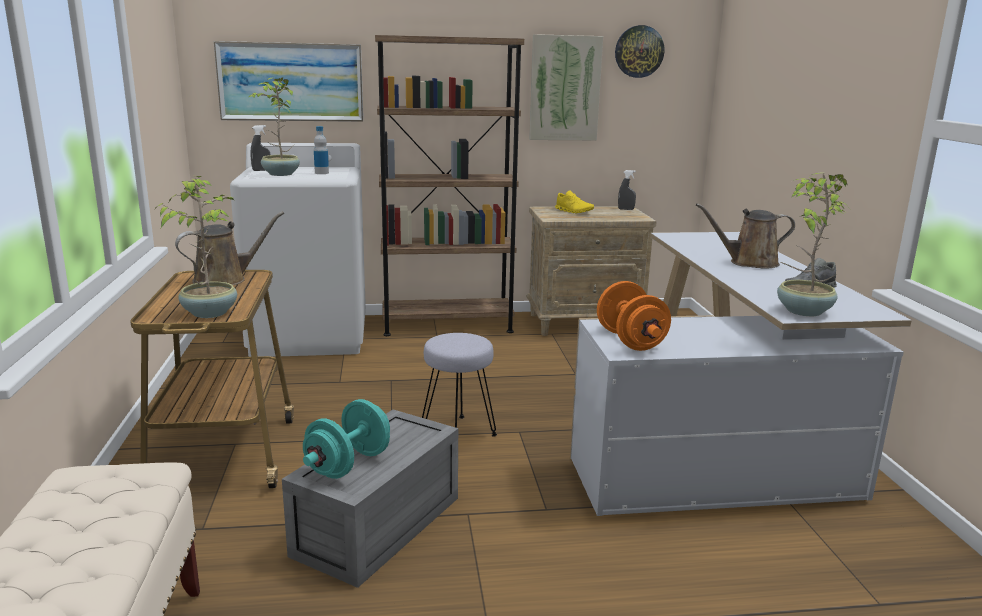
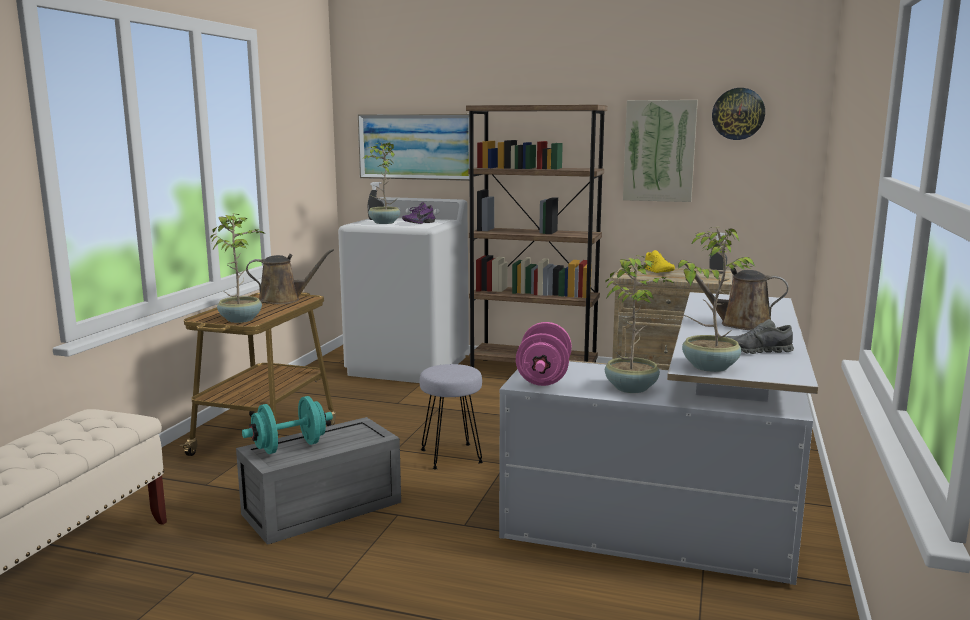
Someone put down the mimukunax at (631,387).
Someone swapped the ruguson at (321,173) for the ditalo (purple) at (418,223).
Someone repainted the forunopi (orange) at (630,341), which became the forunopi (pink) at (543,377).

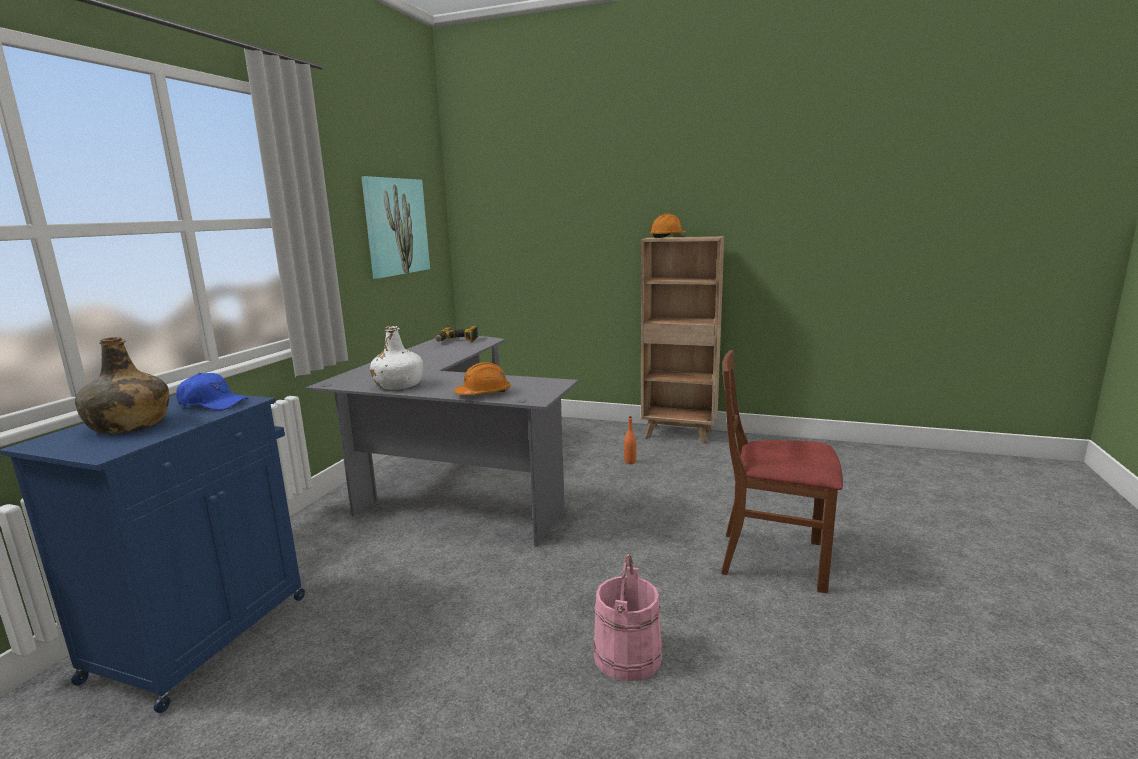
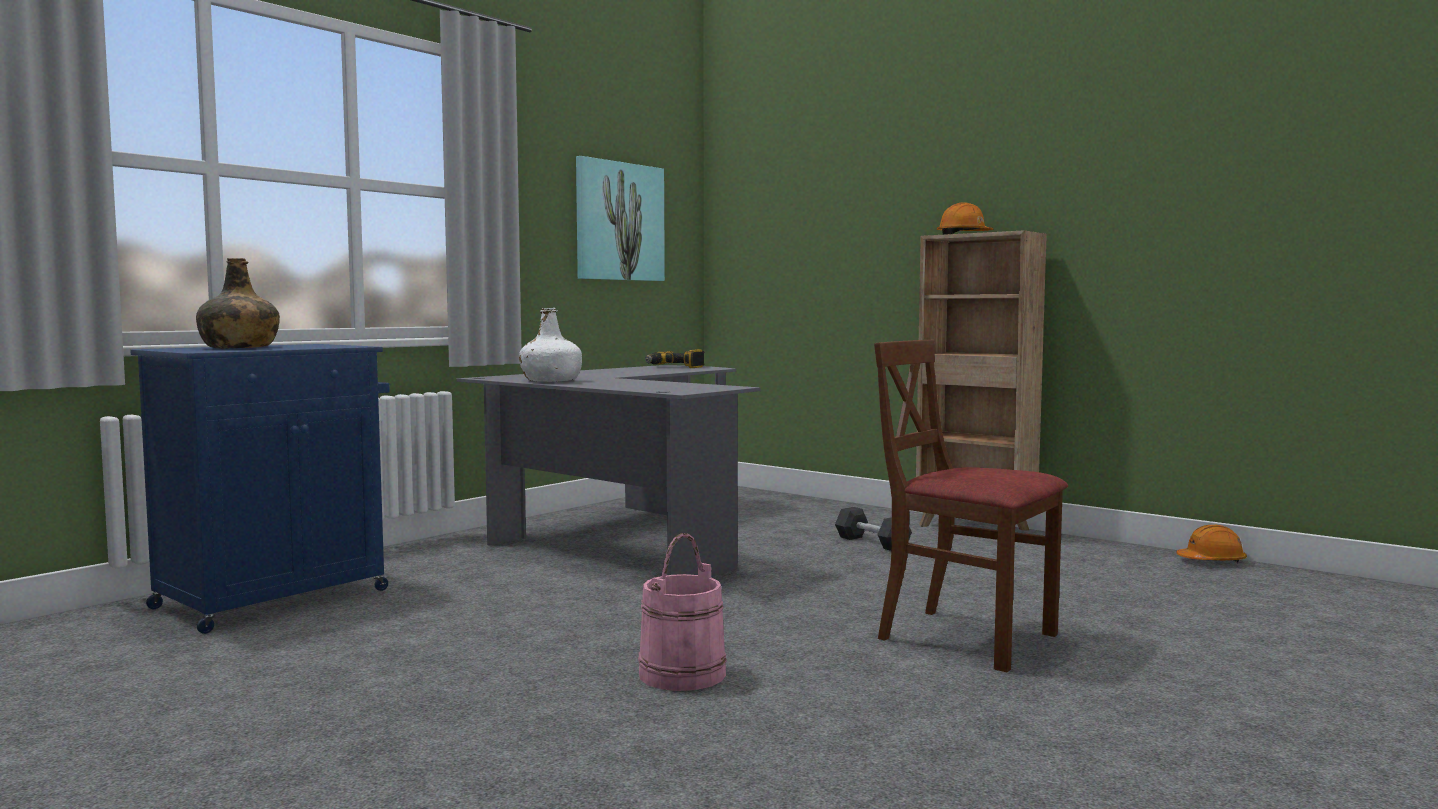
Someone took away the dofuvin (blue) at (213,403).
Someone carried the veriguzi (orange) from (484,393) to (1211,561).
Someone swapped the ruguson (orange) at (630,461) for the forunopi (grey) at (872,543).

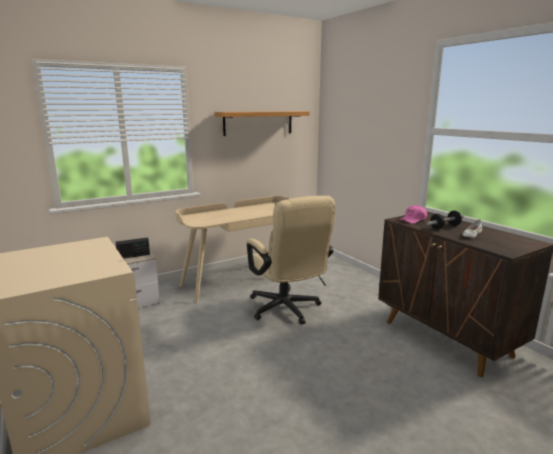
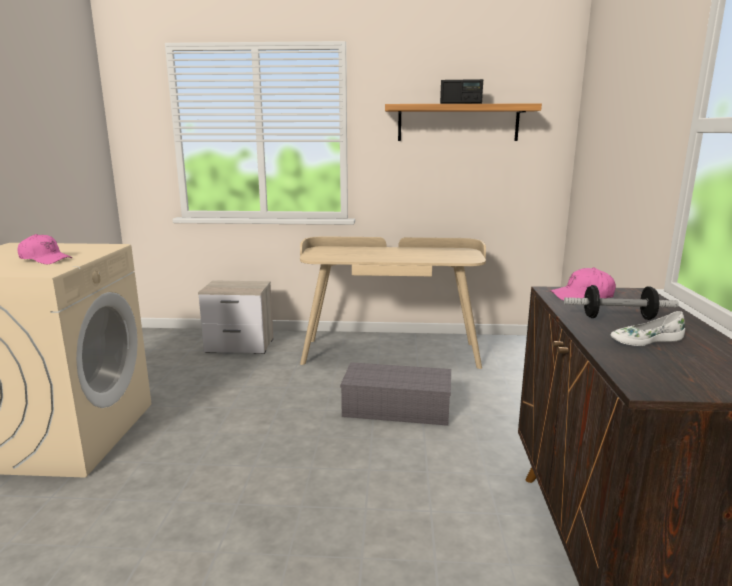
Someone put down the dofuvin (pink) at (45,259).
Someone carried the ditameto from (133,256) to (460,103).
Someone swapped the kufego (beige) at (287,310) for the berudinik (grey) at (395,408).

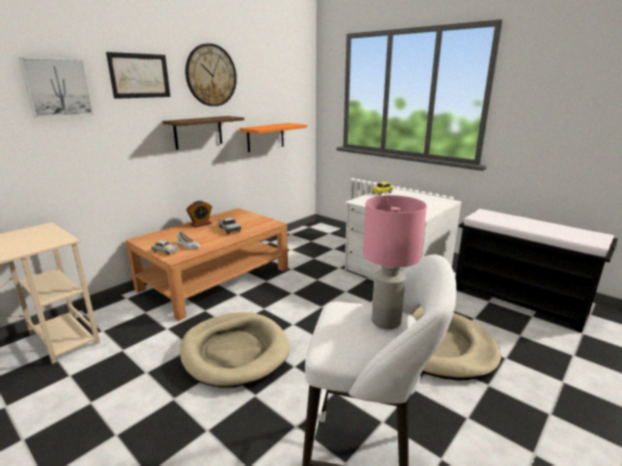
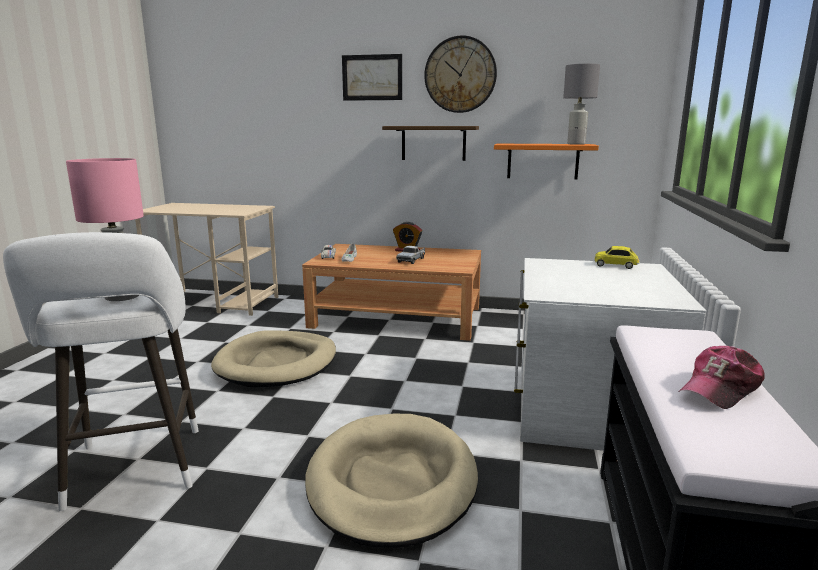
Someone took away the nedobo at (57,88).
Someone put down the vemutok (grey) at (576,144).
Someone put down the dofuvin at (720,389).

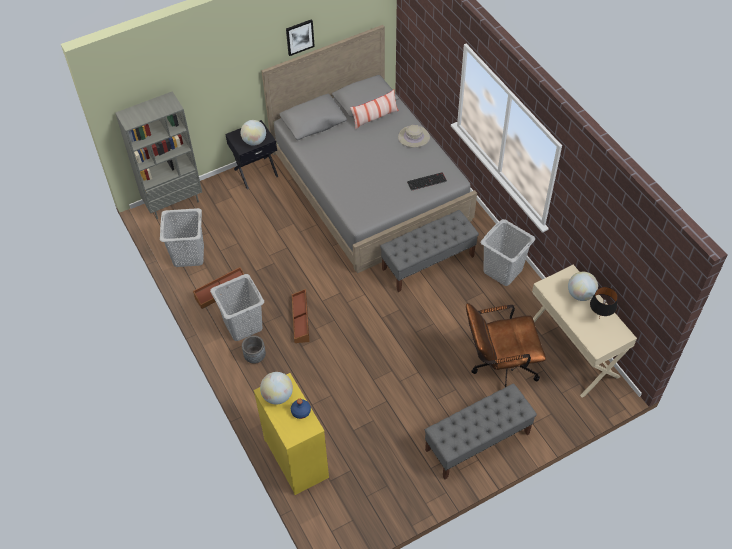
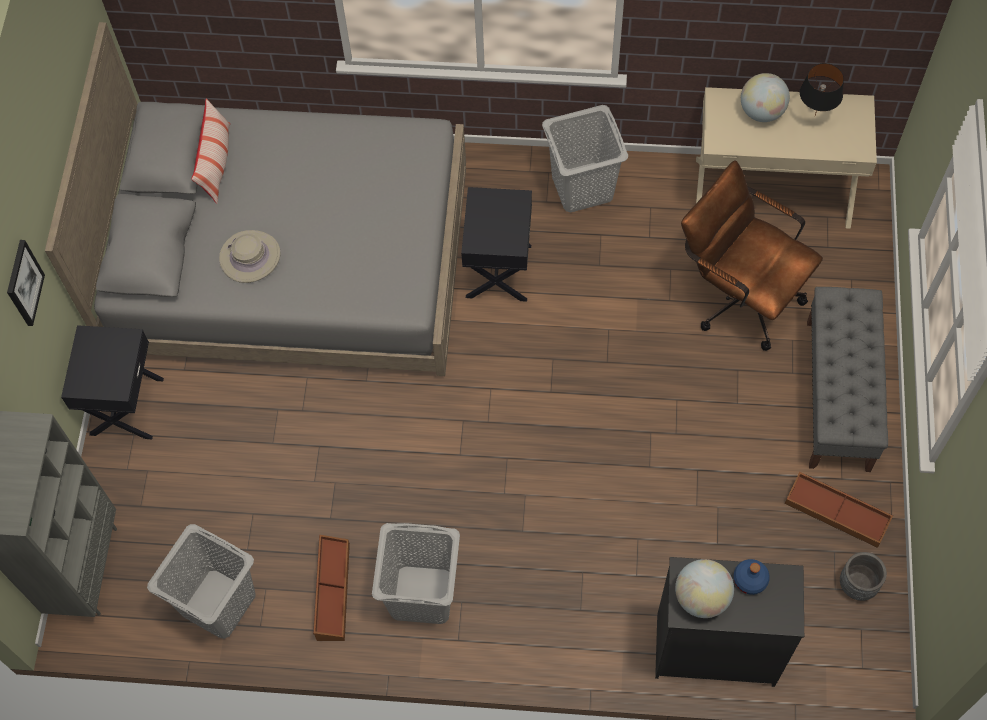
Someone took away the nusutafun at (254,141).
Someone took away the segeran at (427,181).
Someone carried the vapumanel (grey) from (255,357) to (857,584).
Someone carried the nedobo from (299,37) to (24,283).
Someone carried the berudinik (brown) from (301,319) to (836,513).
Someone carried the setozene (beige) from (414,137) to (250,257).
Someone swapped the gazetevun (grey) at (428,262) for the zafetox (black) at (497,271).
Someone repainted the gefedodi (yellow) at (296,458), which became the gefedodi (black) at (715,649).
Someone rotated the kufego (brown) at (499,367) by 105 degrees clockwise.

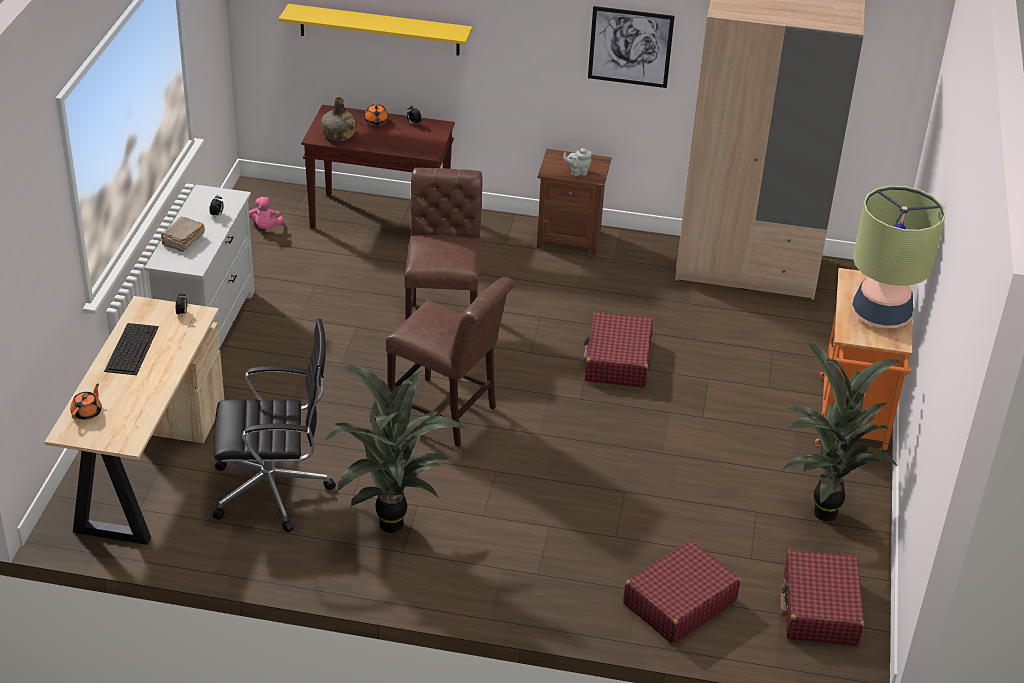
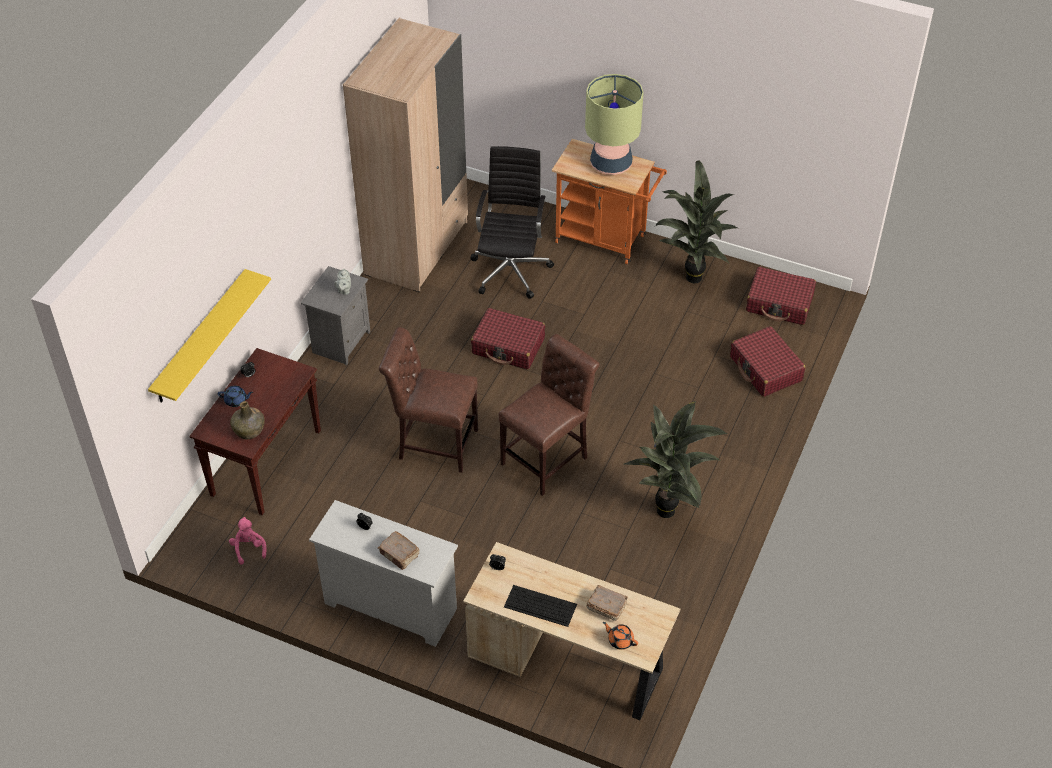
Someone took away the nedobo at (630,47).
Someone put down the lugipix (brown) at (606,606).
Someone carried the kufego (black) from (274,490) to (511,269).
Someone repainted the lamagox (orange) at (376,122), which became the lamagox (blue) at (236,401).
Someone repainted the zafetox (brown) at (569,238), which became the zafetox (grey) at (340,342).
Someone rotated the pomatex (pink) at (266,227) by 120 degrees counterclockwise.

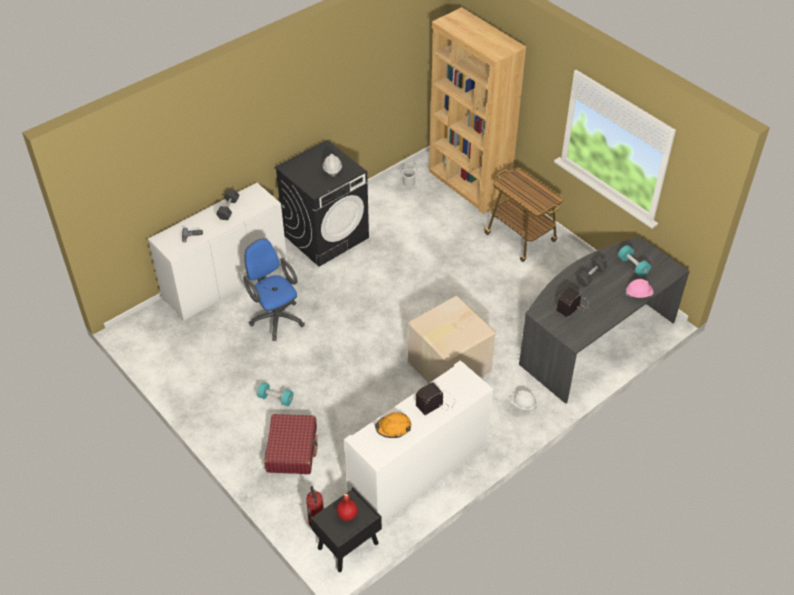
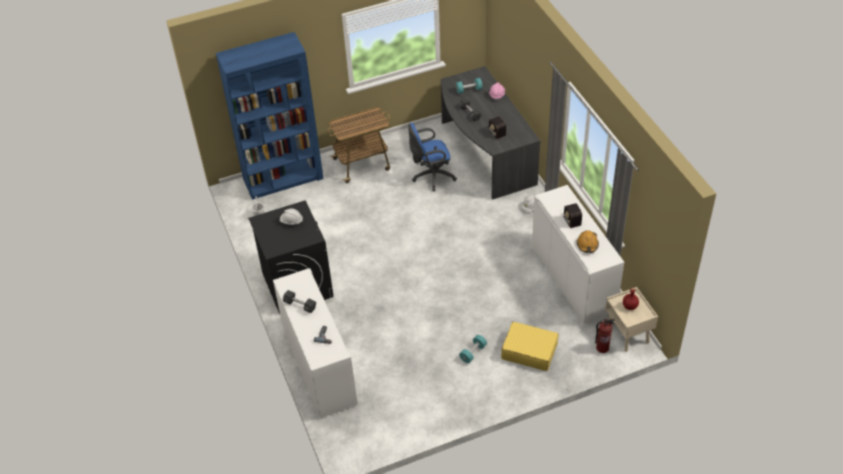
Someone took away the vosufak at (448,366).
Someone carried the kufego (blue) from (275,317) to (431,176).
Someone repainted the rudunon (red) at (292,449), which became the rudunon (yellow) at (529,351).
Someone repainted the zafetox (black) at (347,546), which became the zafetox (beige) at (628,333).
Someone repainted the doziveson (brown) at (468,185), which became the doziveson (blue) at (283,179).

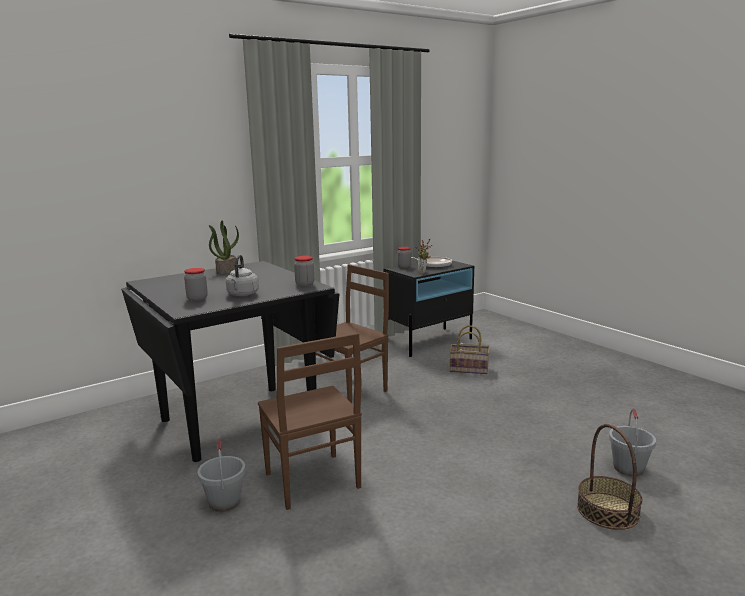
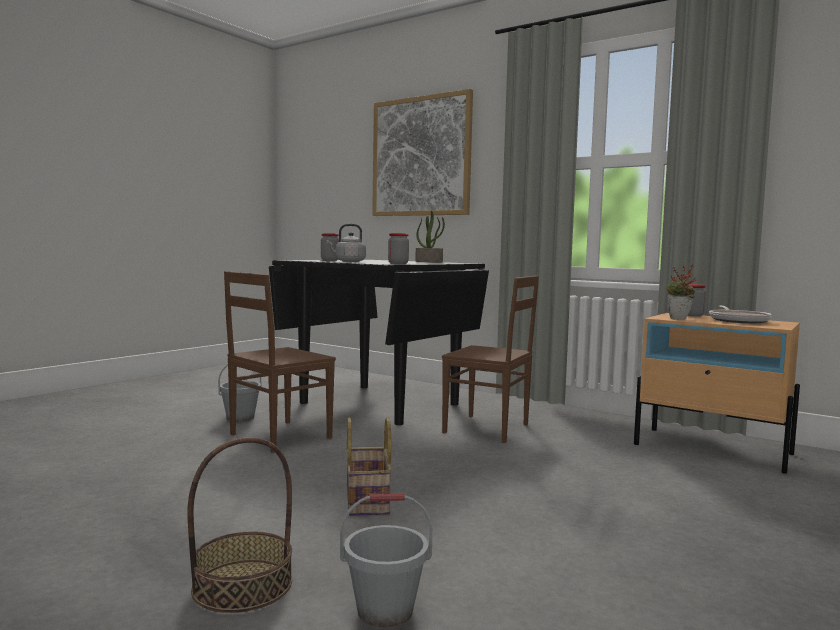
Someone put up the nedobo at (421,157).
Someone carried the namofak from (470,369) to (368,501).
Someone repainted the zafetox (black) at (429,341), which became the zafetox (beige) at (713,449).

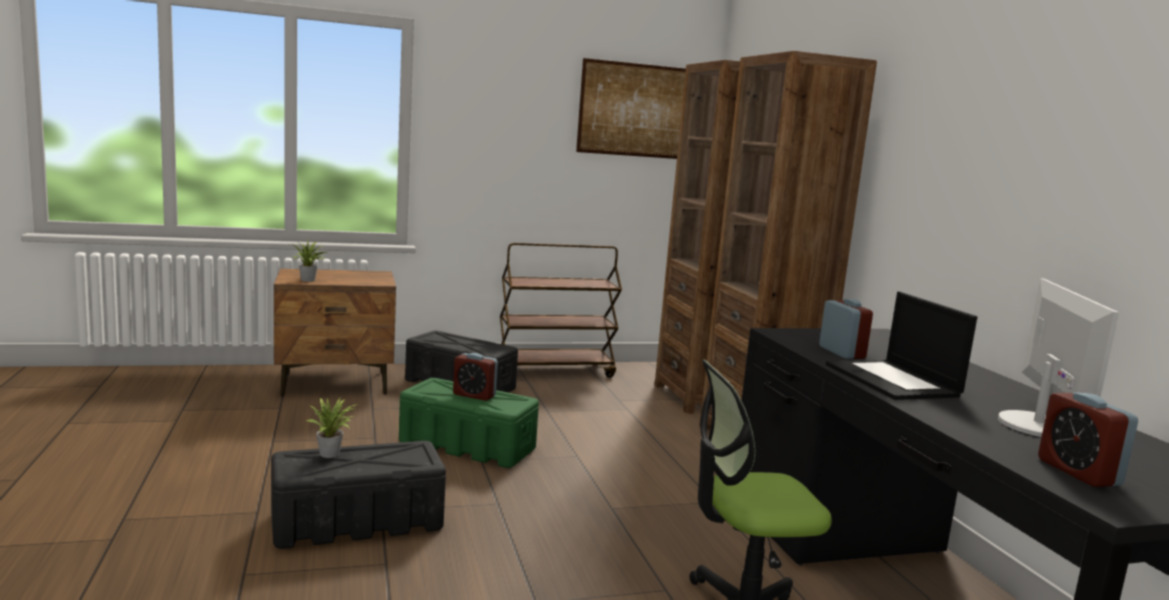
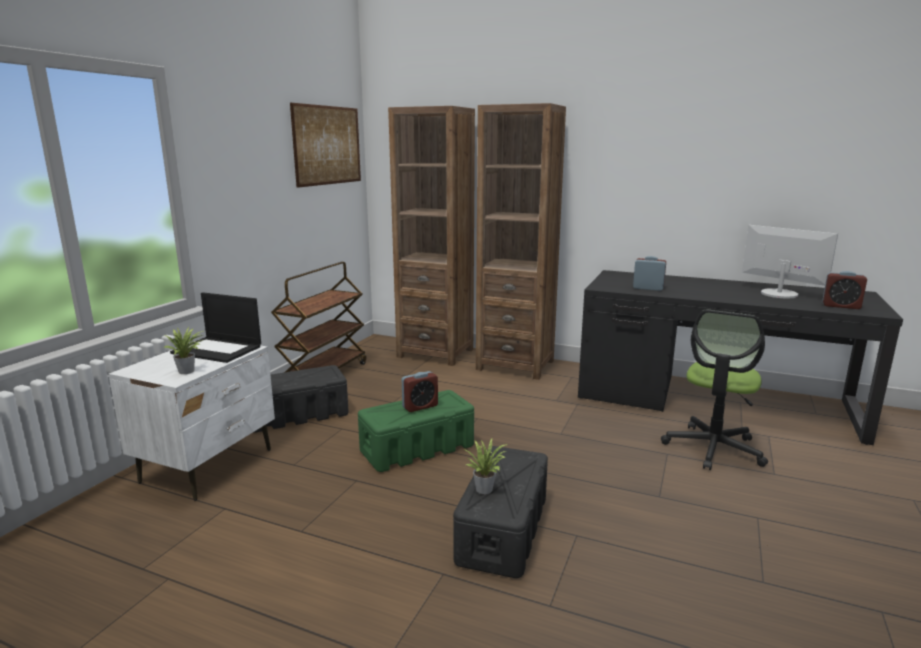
Someone carried the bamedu from (893,381) to (218,350).
Someone repainted the zafetox (brown) at (336,384), which became the zafetox (white) at (209,465).

